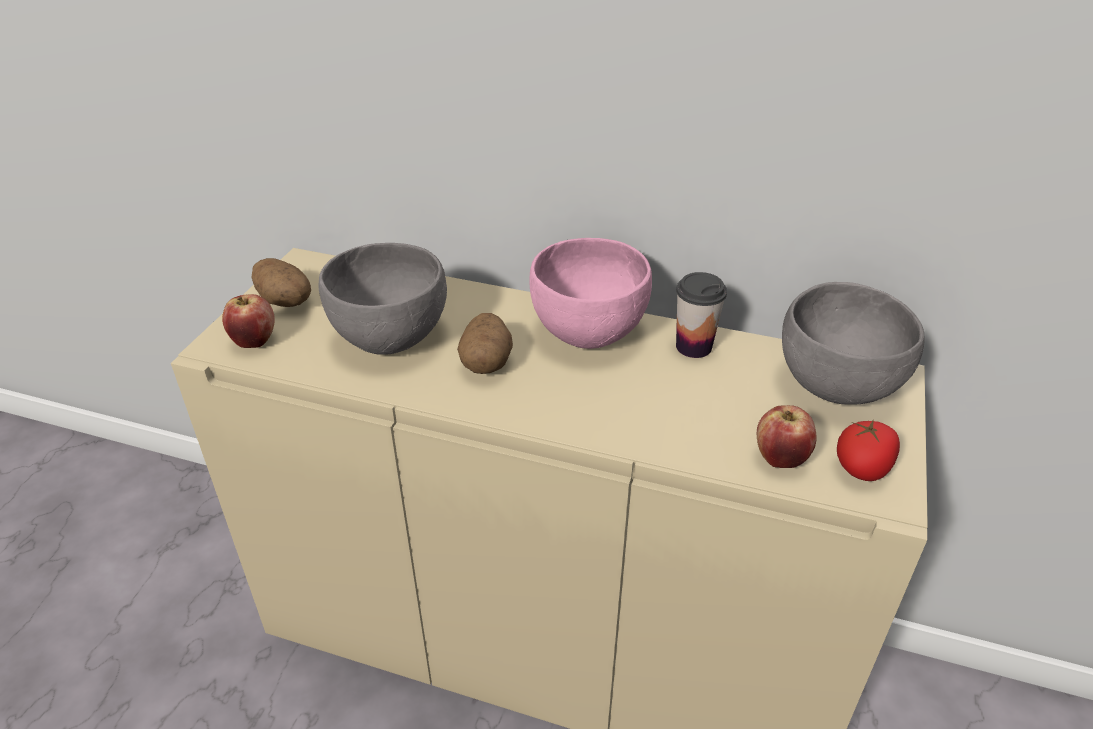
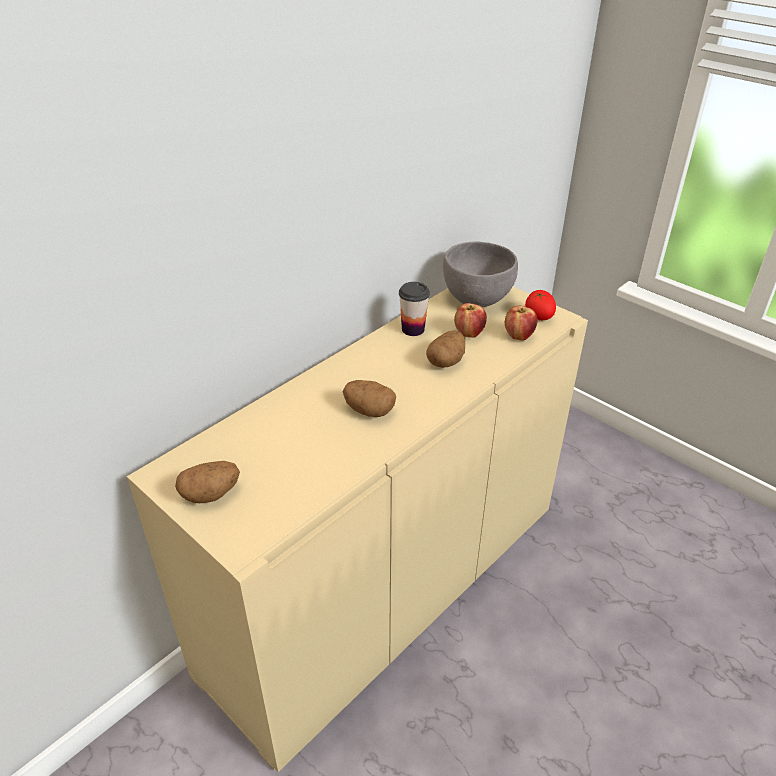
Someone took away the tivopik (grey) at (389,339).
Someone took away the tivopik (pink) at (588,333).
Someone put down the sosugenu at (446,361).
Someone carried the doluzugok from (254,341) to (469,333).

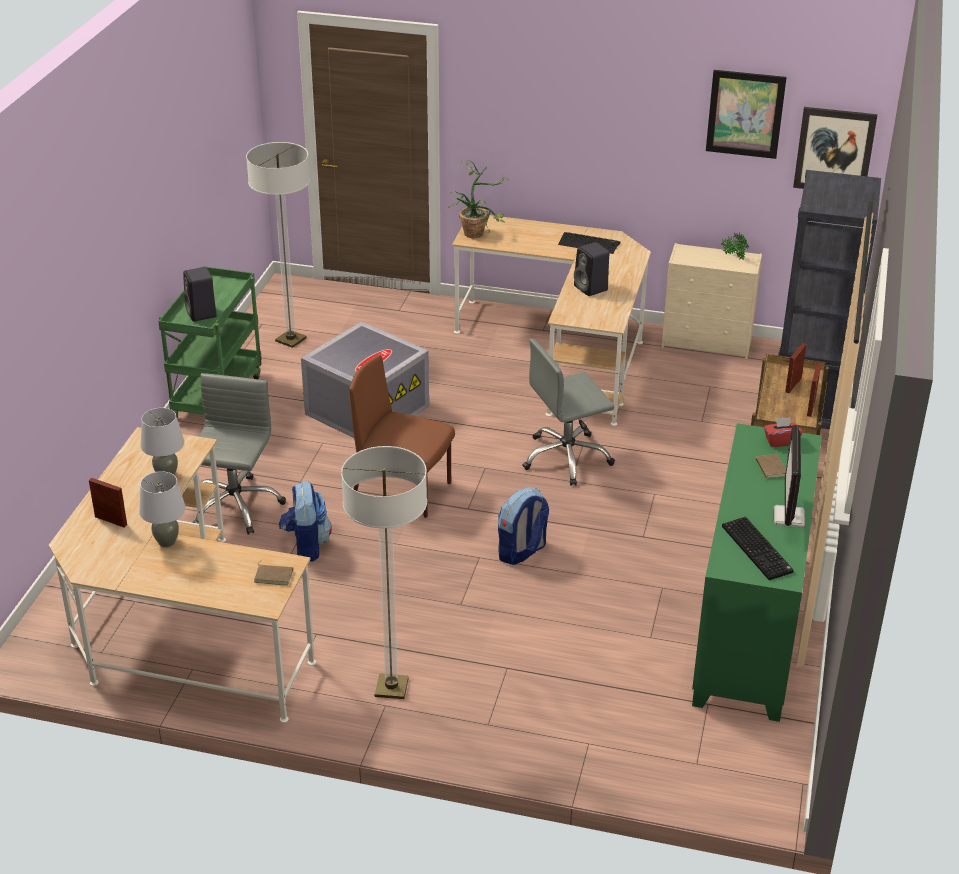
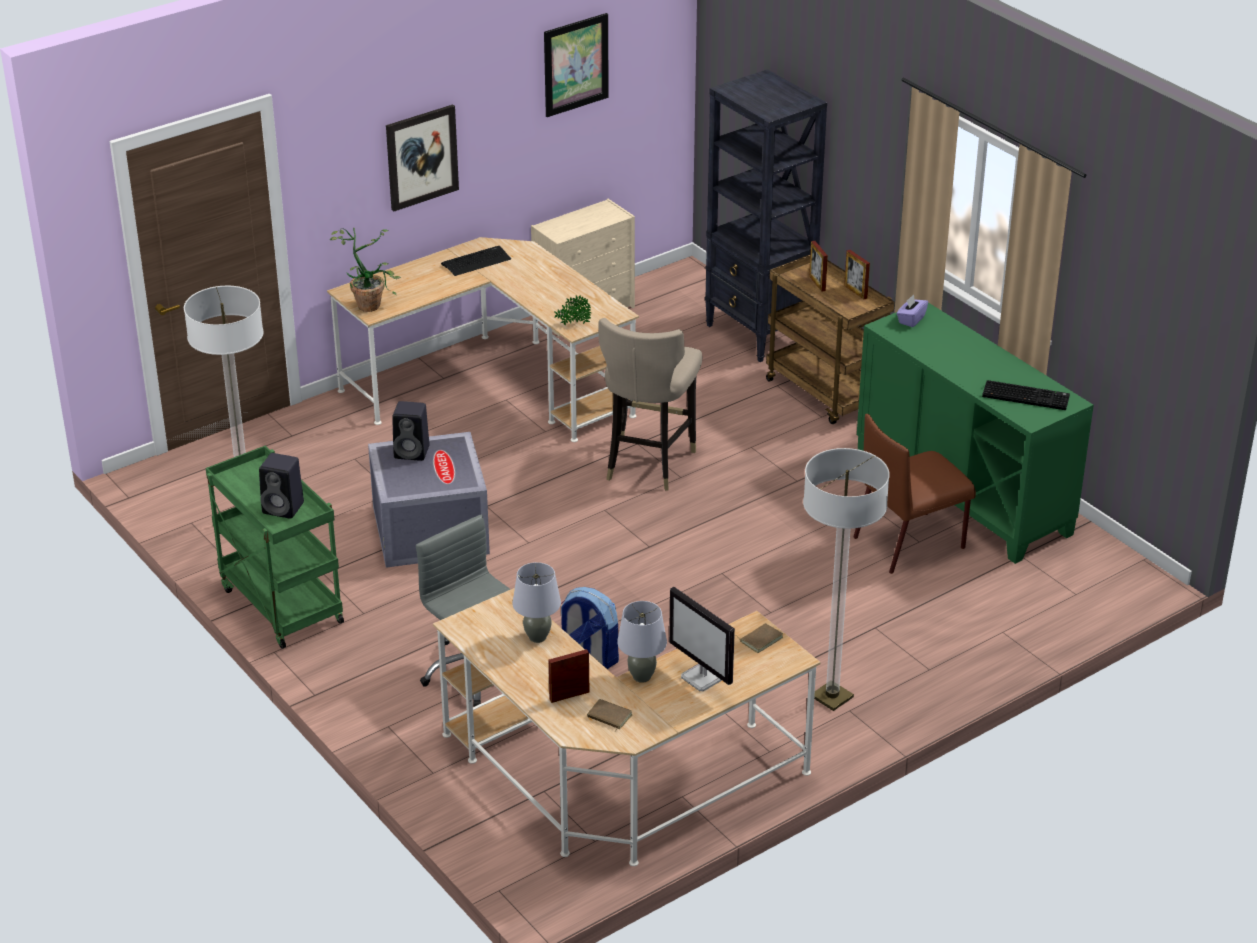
Someone took away the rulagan at (522,552).
Someone carried the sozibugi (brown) from (403,491) to (910,542).
Someone carried the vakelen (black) from (591,288) to (413,452).
Someone carried the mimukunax from (733,256) to (573,324).
Someone carried the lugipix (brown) from (770,468) to (608,717).
Someone carried the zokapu from (789,517) to (703,678).
Someone carried the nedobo from (834,150) to (421,157).
Someone swapped the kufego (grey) at (566,458) for the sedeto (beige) at (647,463).
Someone repainted the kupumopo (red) at (781,441), which became the kupumopo (purple) at (911,320).

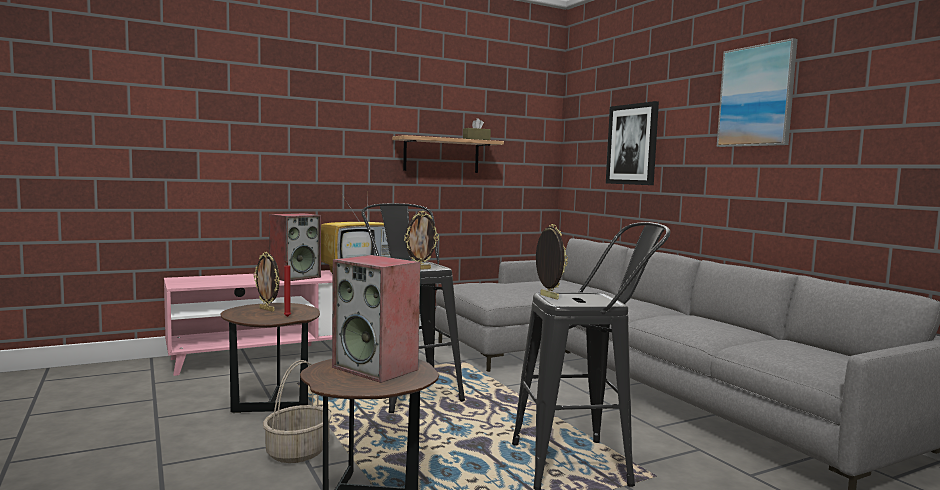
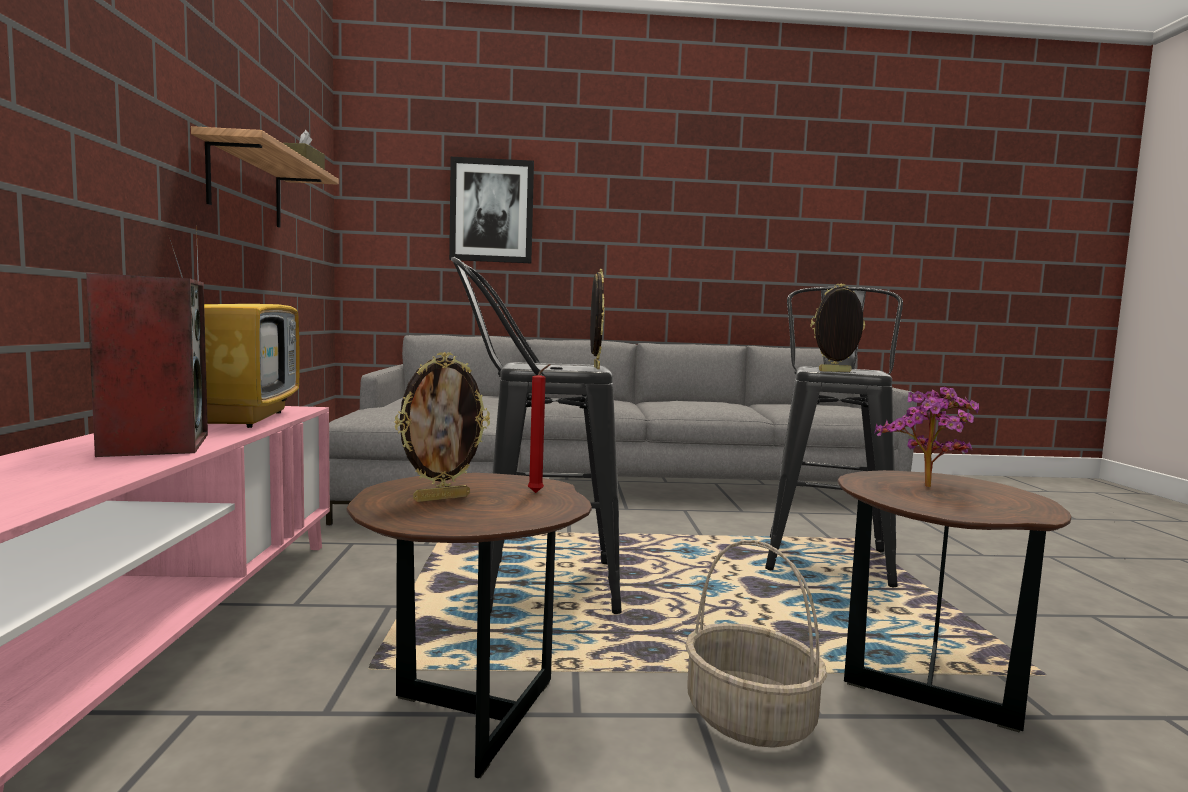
Someone took away the nedobo at (756,96).
Someone swapped the vakelen at (376,368) for the mimukunax at (928,488).

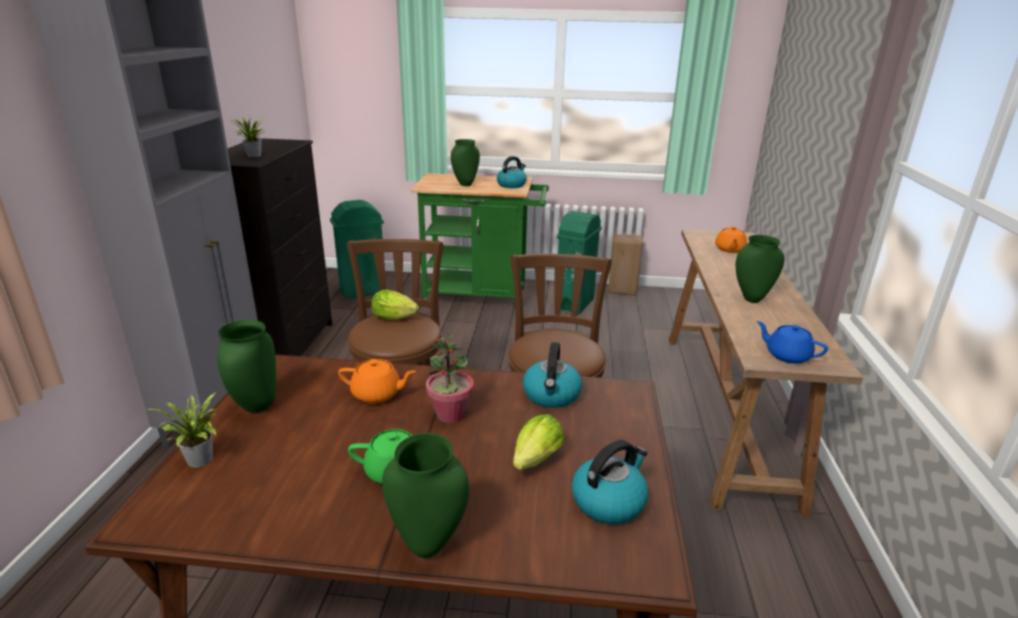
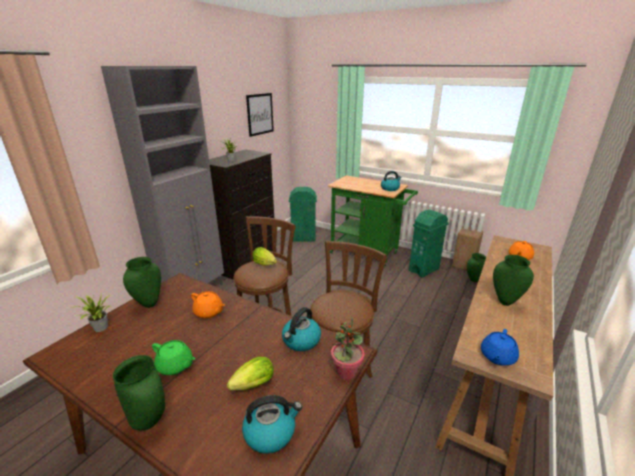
Someone put up the nedobo at (260,114).
Someone carried the mimukunax from (450,414) to (346,372).
Someone carried the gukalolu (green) from (465,185) to (473,280).
Someone rotated the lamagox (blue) at (787,355) by 120 degrees counterclockwise.

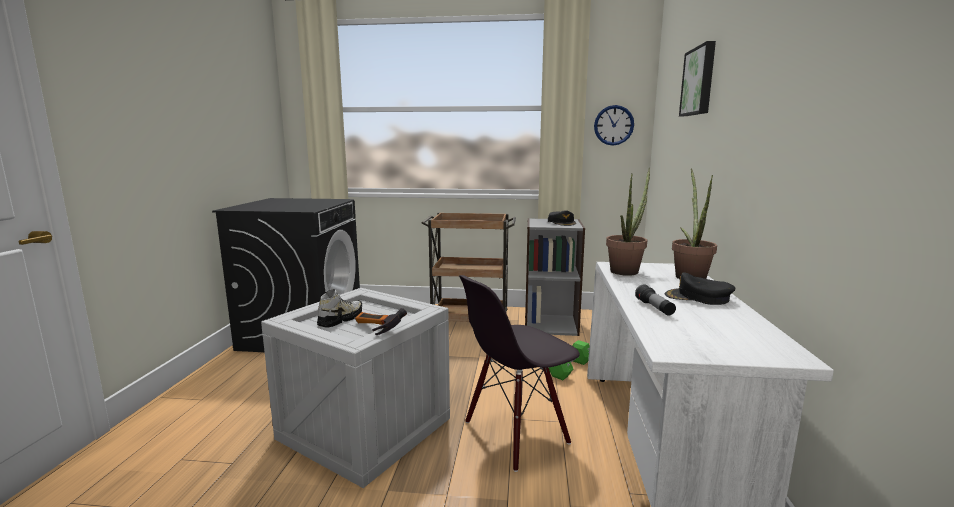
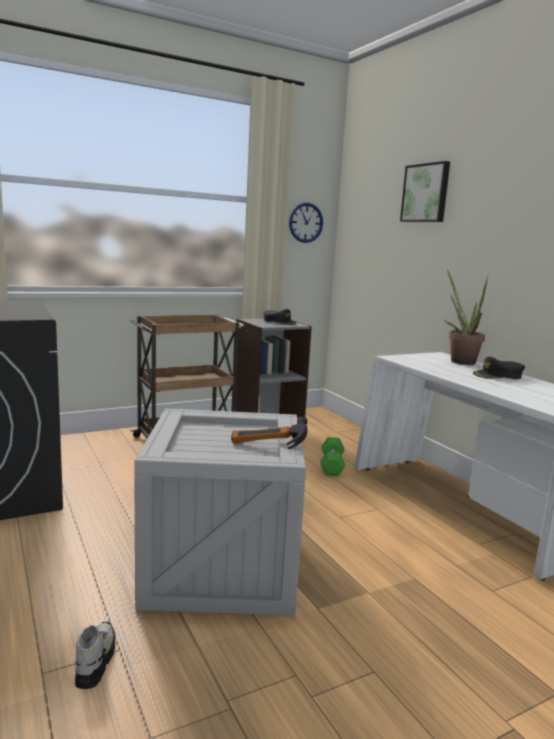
Someone took away the sozibugi (black) at (516,434).
Someone took away the mimukunax at (626,270).
Someone took away the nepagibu at (654,308).
Someone carried the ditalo from (341,319) to (95,661).

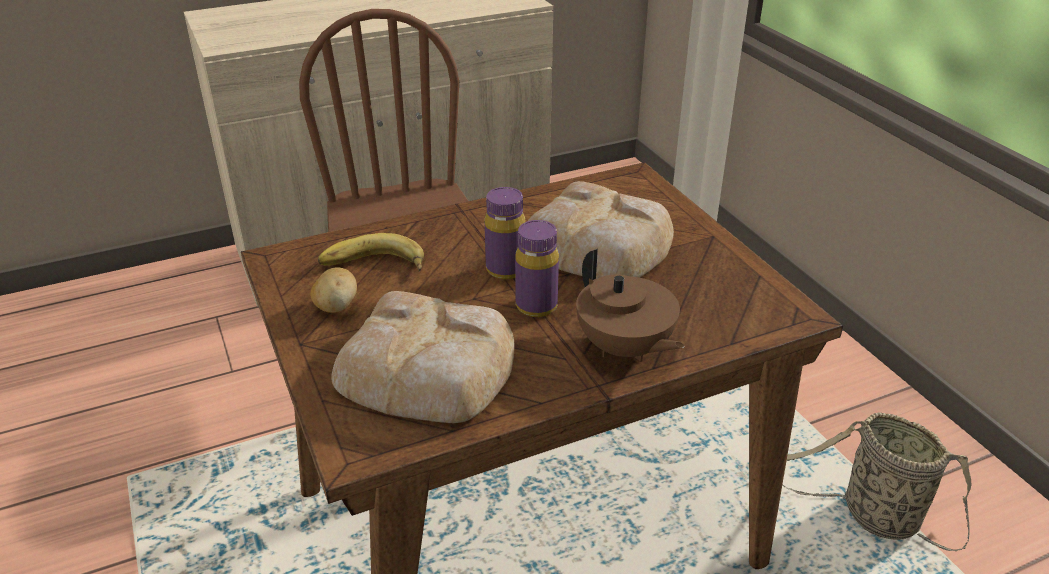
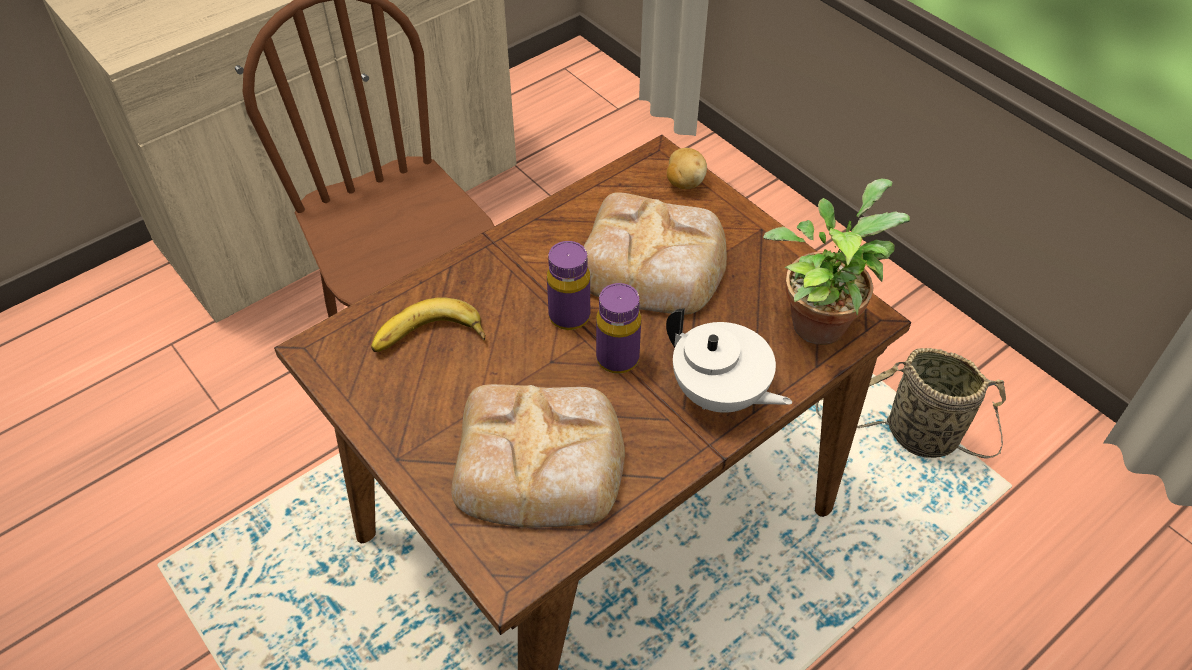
Someone put down the mimukunax at (819,319).
Someone carried the sosugenu from (336,306) to (684,182).
Someone repainted the lamagox (brown) at (624,348), which became the lamagox (white) at (720,395).

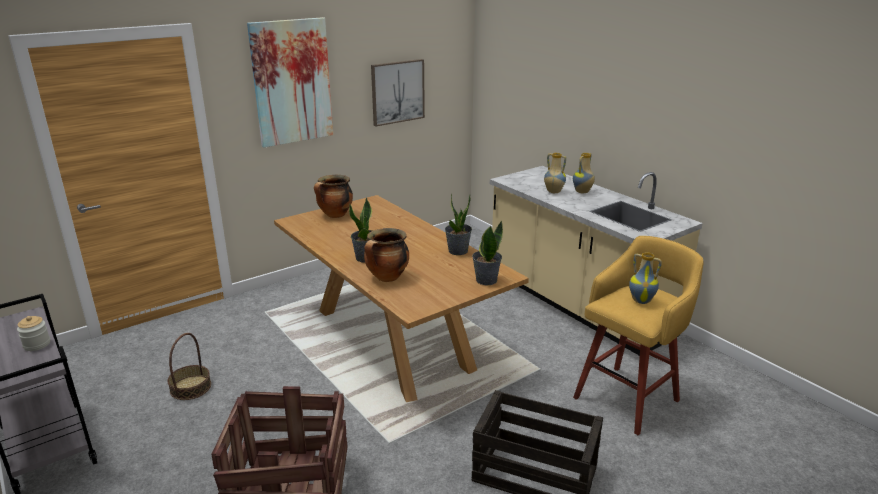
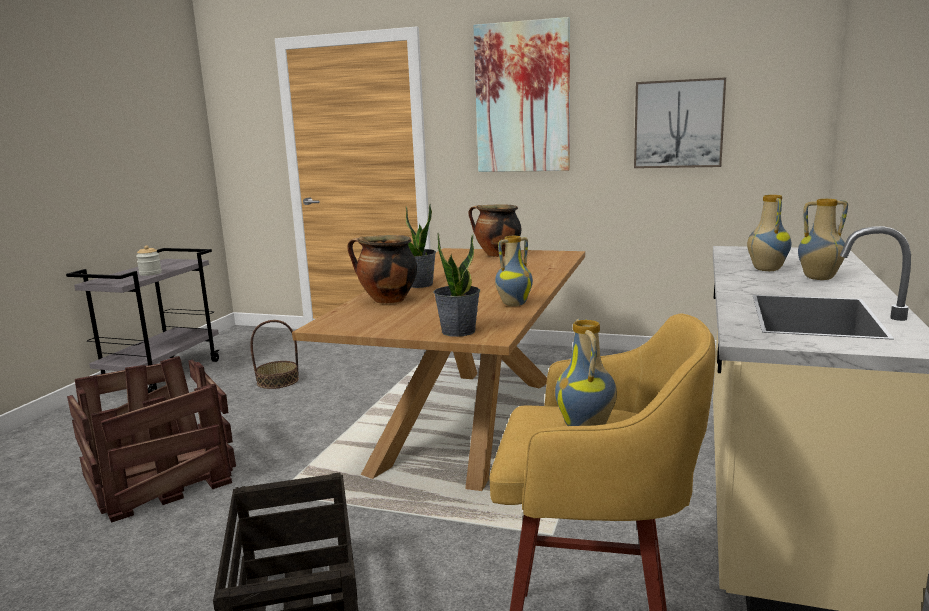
Someone swapped the mimukunax at (458,251) for the gukalolu at (513,304).

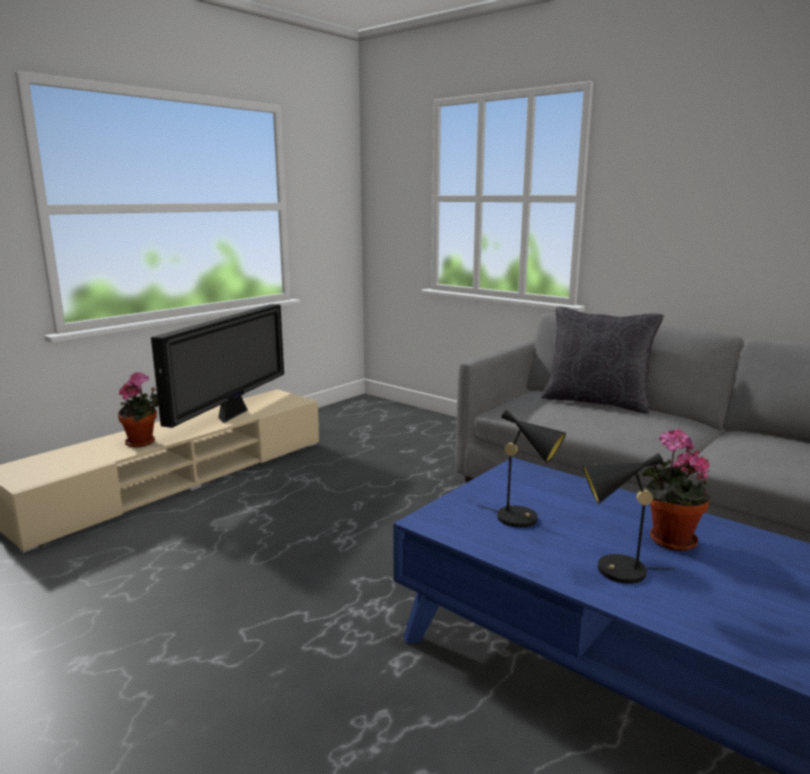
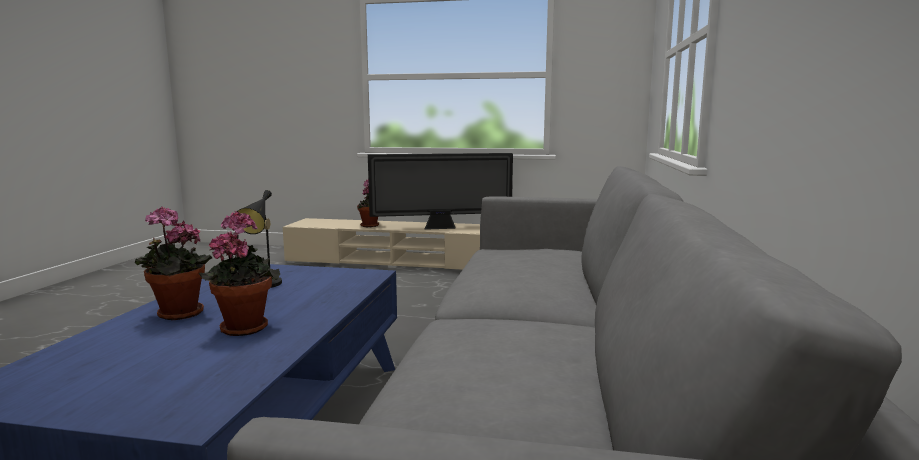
Someone took away the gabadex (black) at (596,401).
Someone swapped the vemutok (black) at (614,571) for the mimukunax at (177,315).

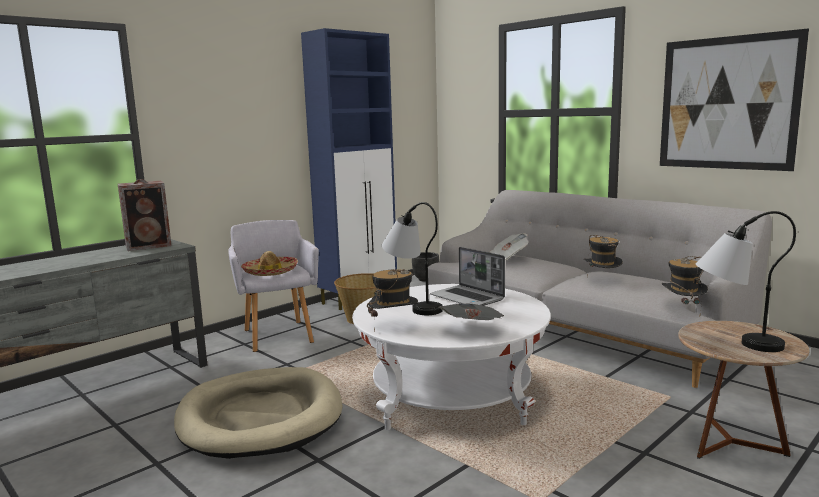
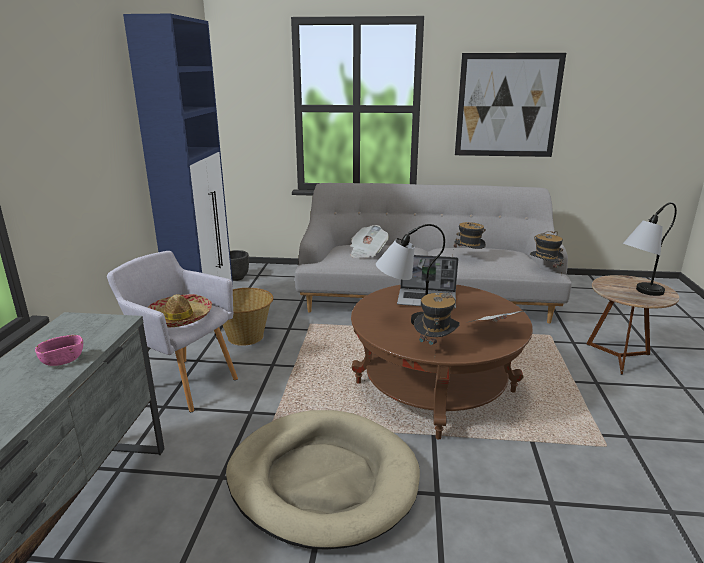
Someone took away the vakelen at (150,245).
Someone put down the tivopik (pink) at (63,360).
Someone repainted the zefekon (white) at (452,396), which became the zefekon (brown) at (434,387).

